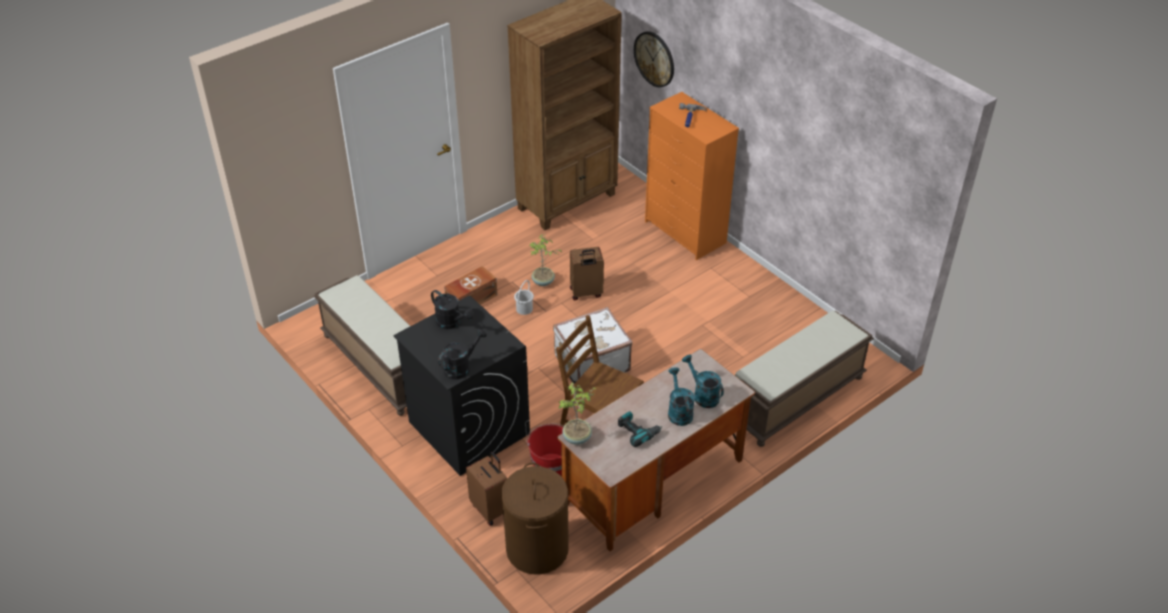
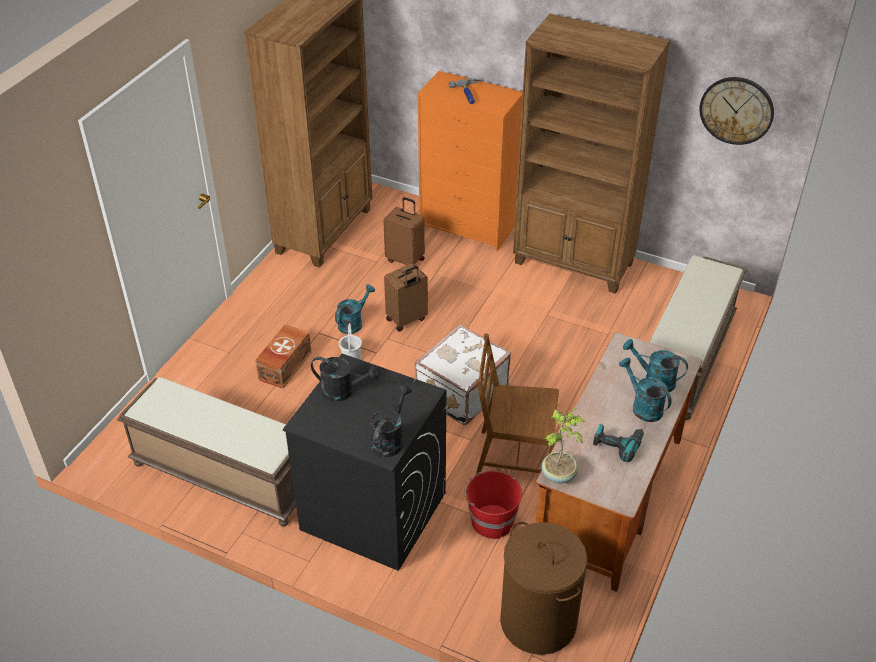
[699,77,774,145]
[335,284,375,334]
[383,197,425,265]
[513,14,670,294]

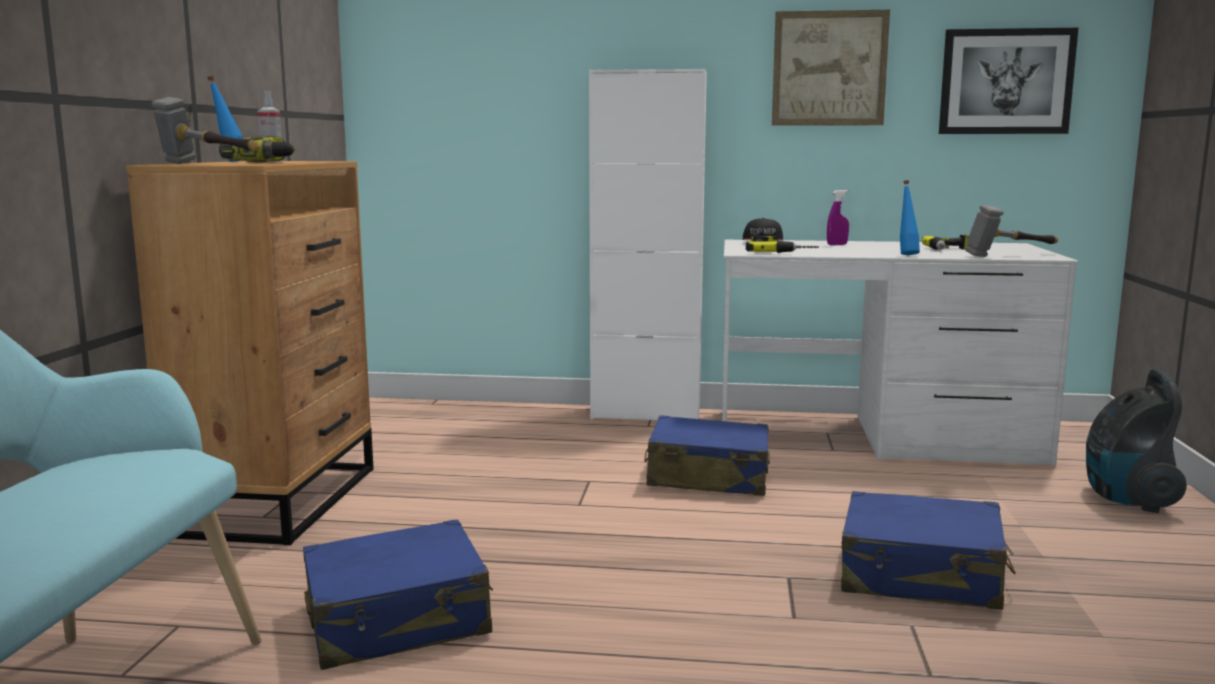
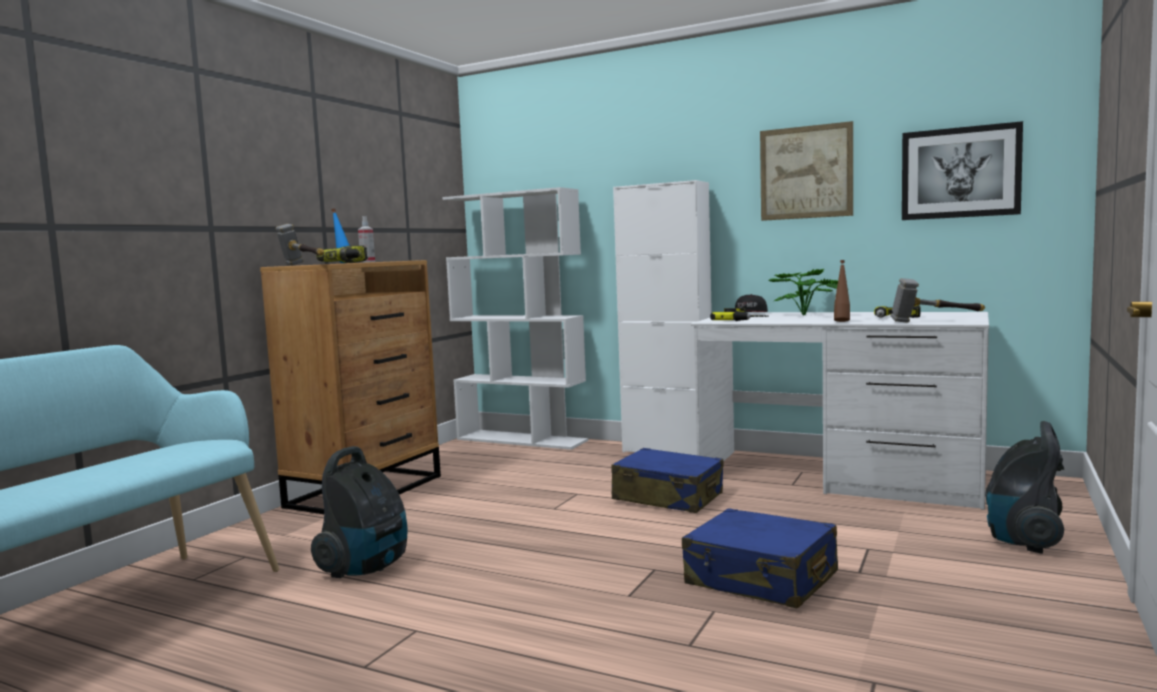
[834,260,850,322]
[769,269,838,315]
[311,446,408,578]
[442,187,588,450]

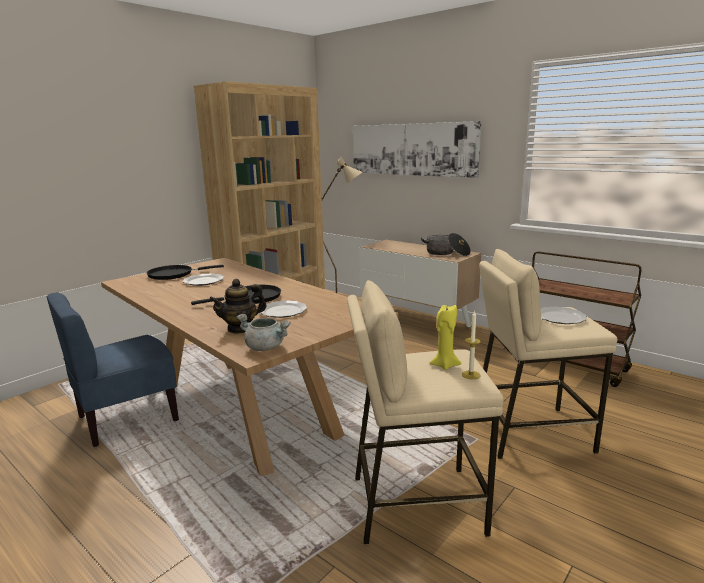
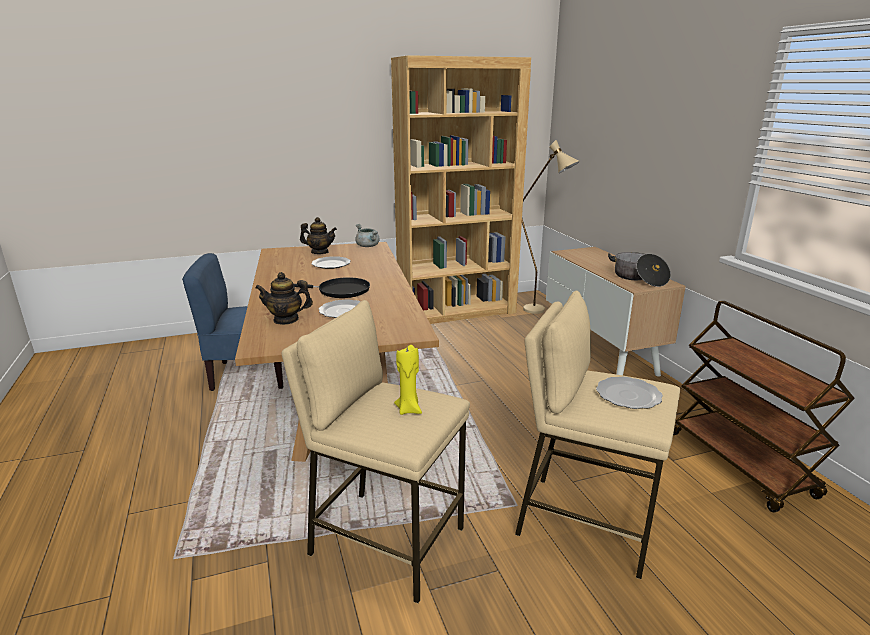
[353,121,482,178] (first image)
[300,217,337,254]
[462,310,481,379] (first image)
[355,224,379,247]

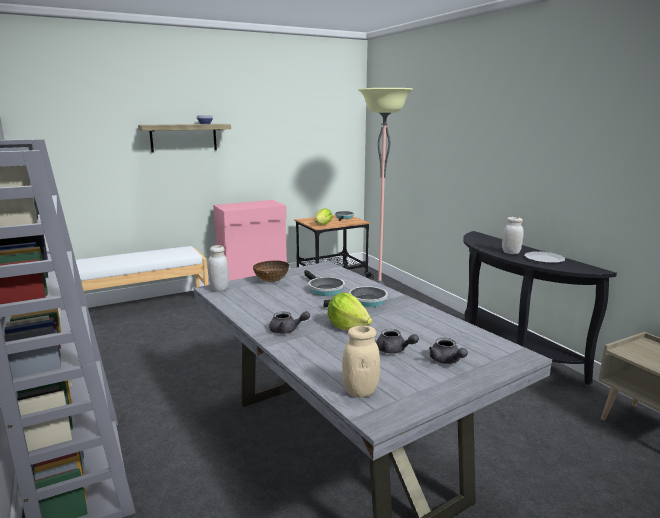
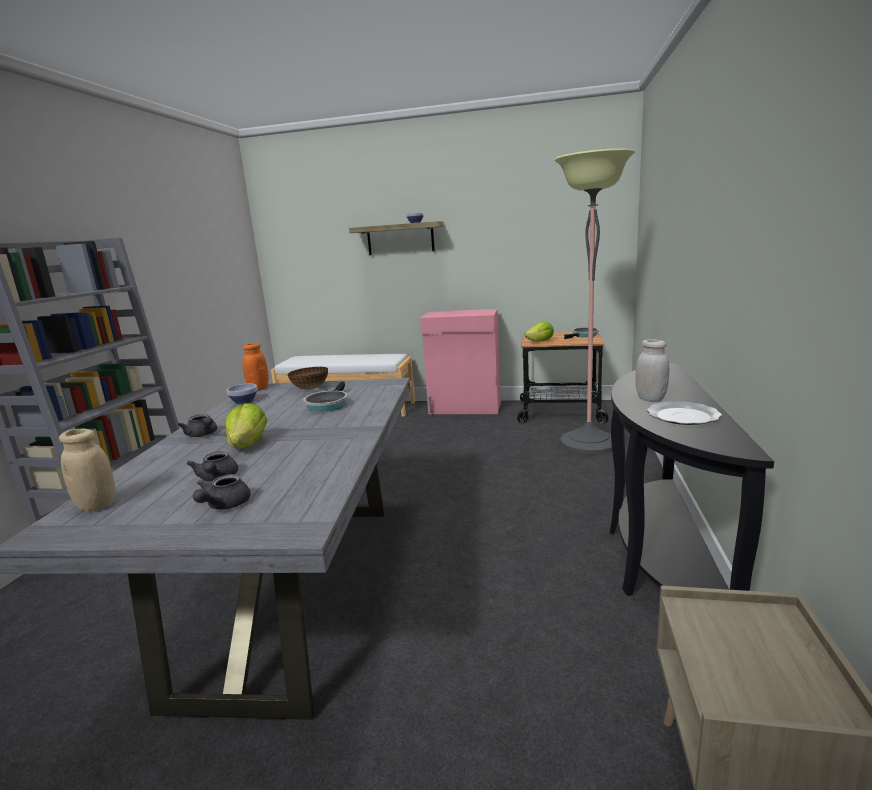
[242,343,269,391]
[324,286,388,308] (first image)
[227,384,257,404]

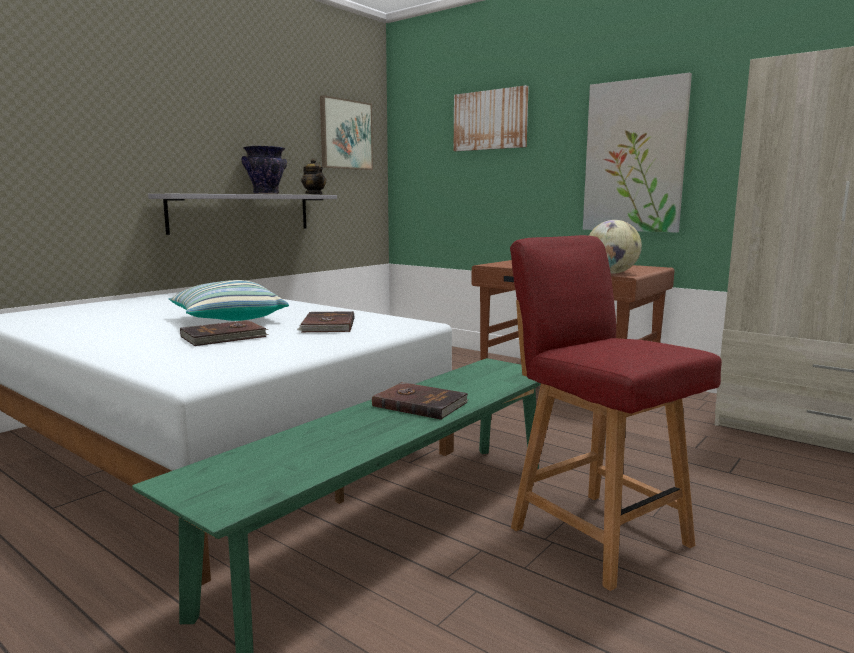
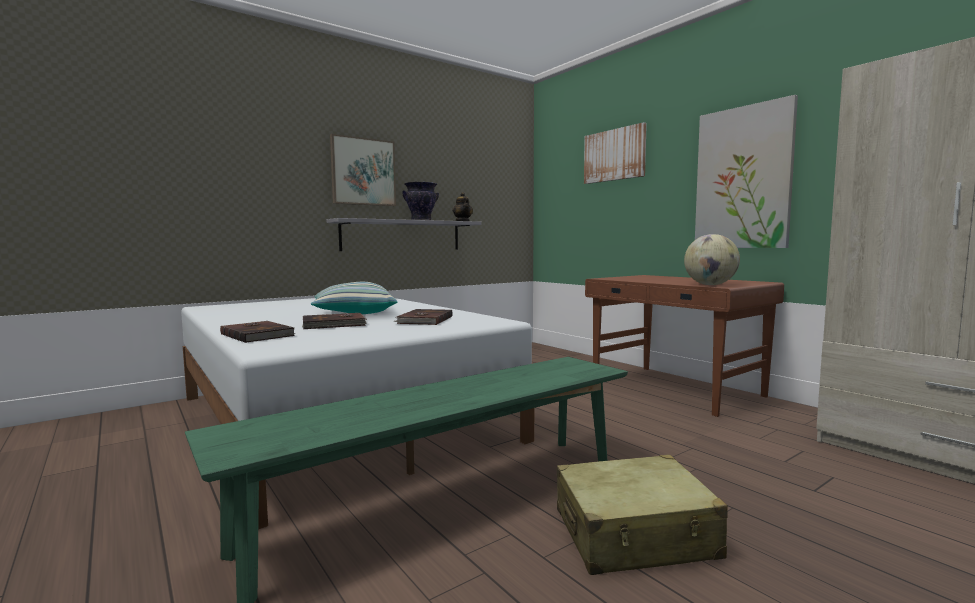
[330,134,396,206]
[557,455,728,575]
[220,321,295,343]

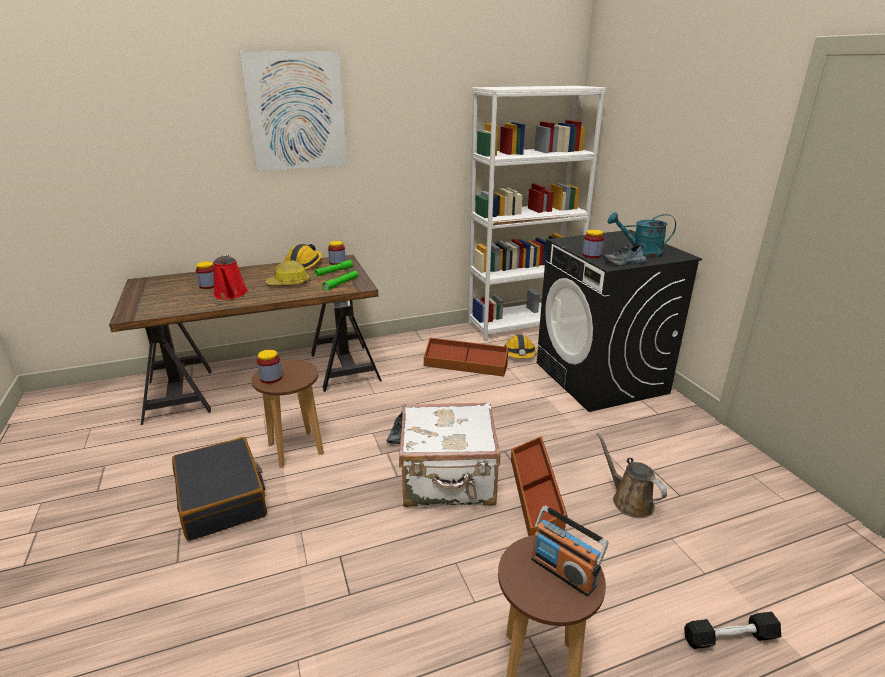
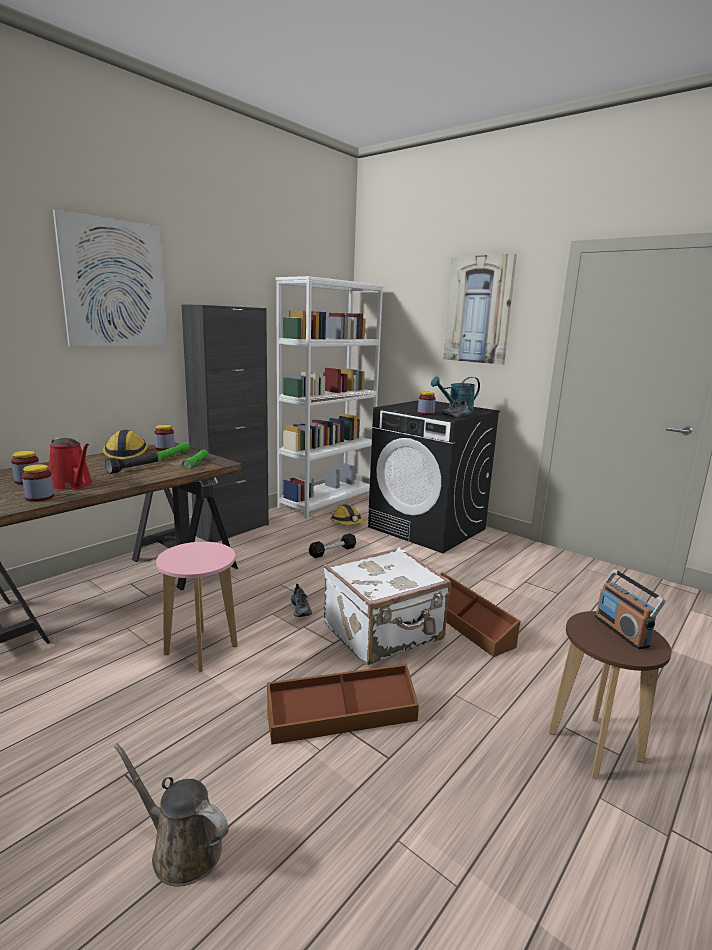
[105,453,158,474]
[267,664,419,745]
[22,464,54,502]
[156,542,238,672]
[114,743,229,886]
[172,437,267,541] (first image)
[595,569,666,649]
[308,533,356,558]
[443,254,517,365]
[181,304,269,542]

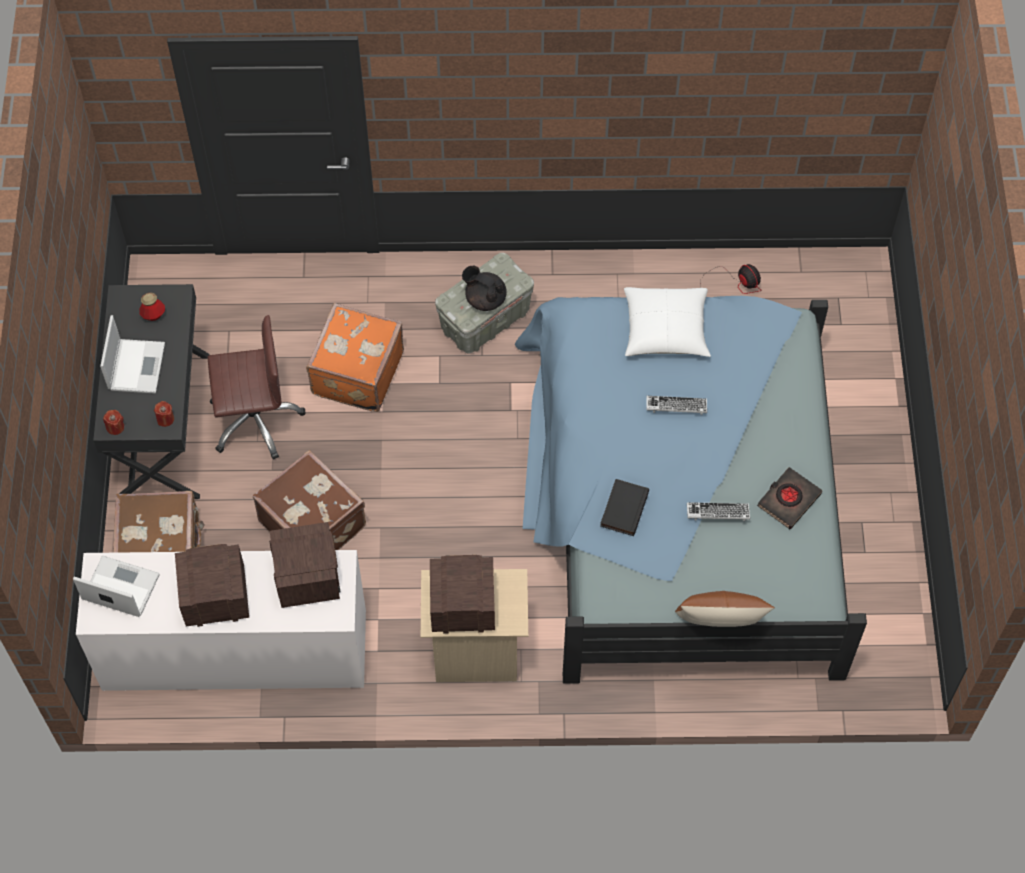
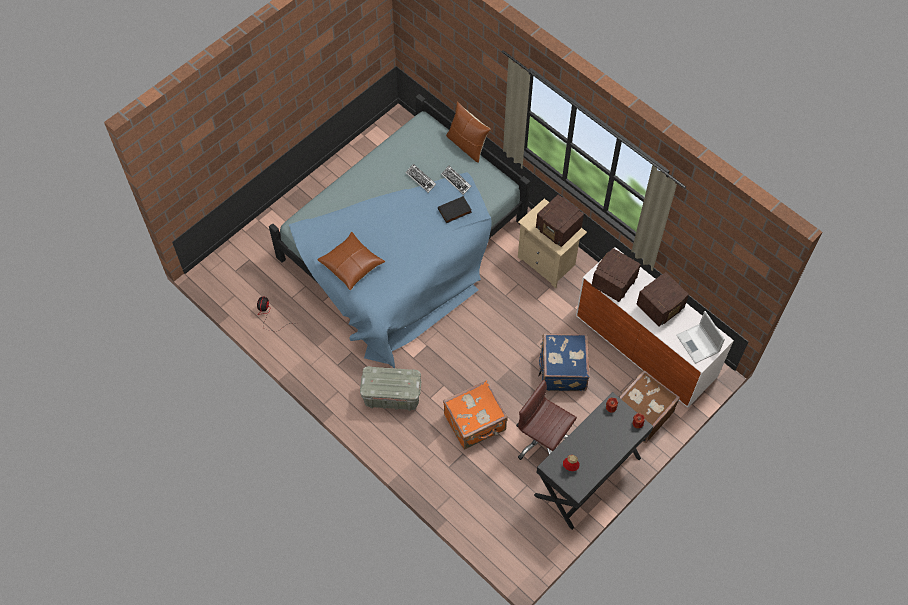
[462,266,507,311] (first image)
[317,232,385,290]
[100,315,165,393] (first image)
[441,166,472,195]
[538,333,589,391]
[757,467,822,529] (first image)
[637,272,689,327]

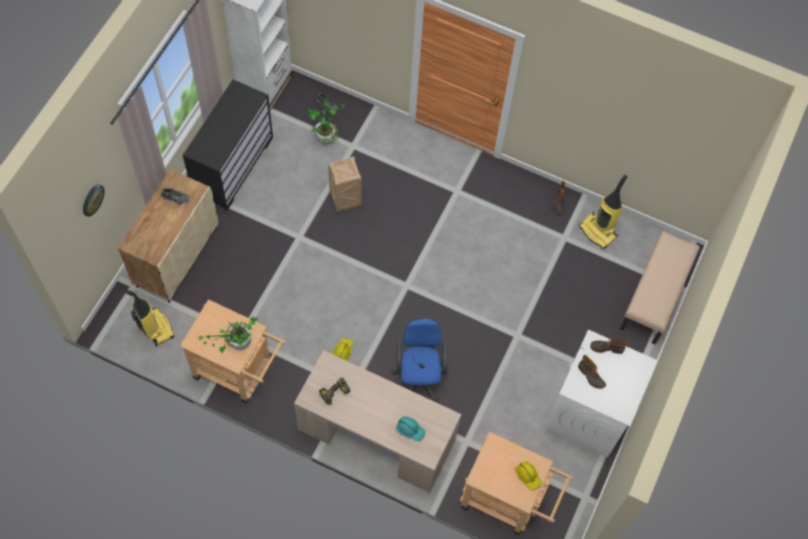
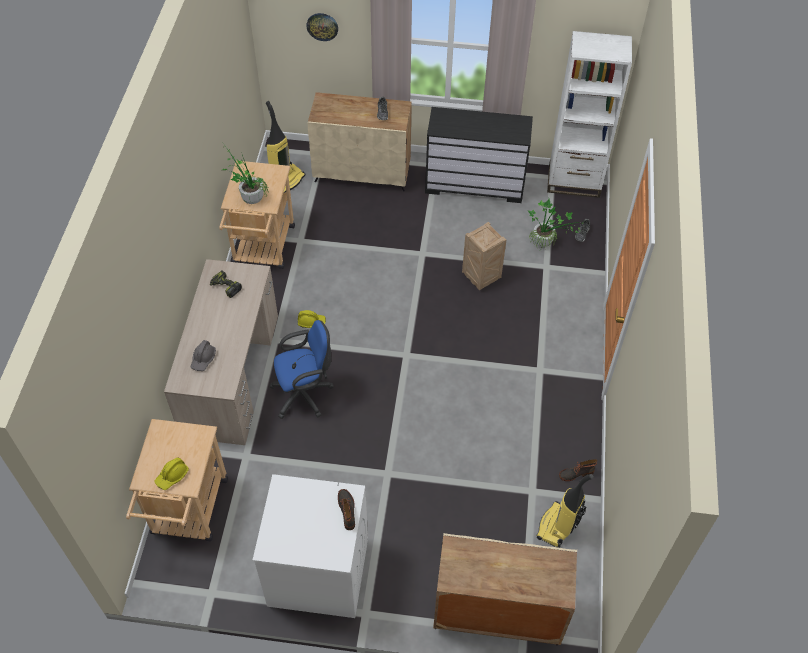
[433,533,577,645]
[578,355,606,389] (first image)
[191,340,216,371]

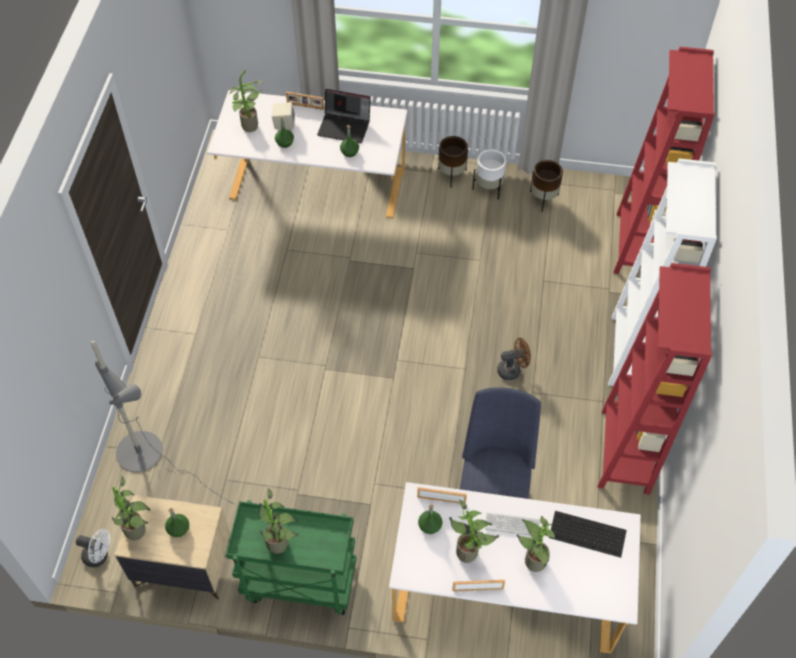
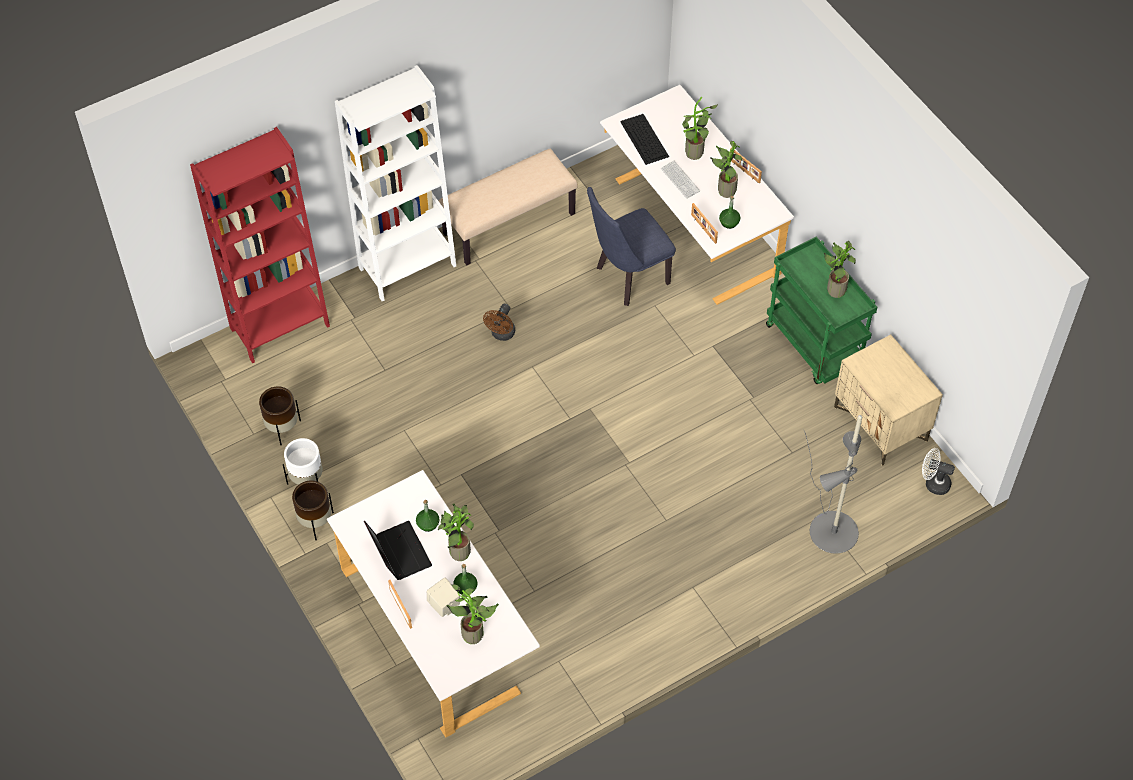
[439,149,578,265]
[483,304,515,341]
[438,504,474,561]
[165,508,189,537] (first image)
[922,448,955,495]

